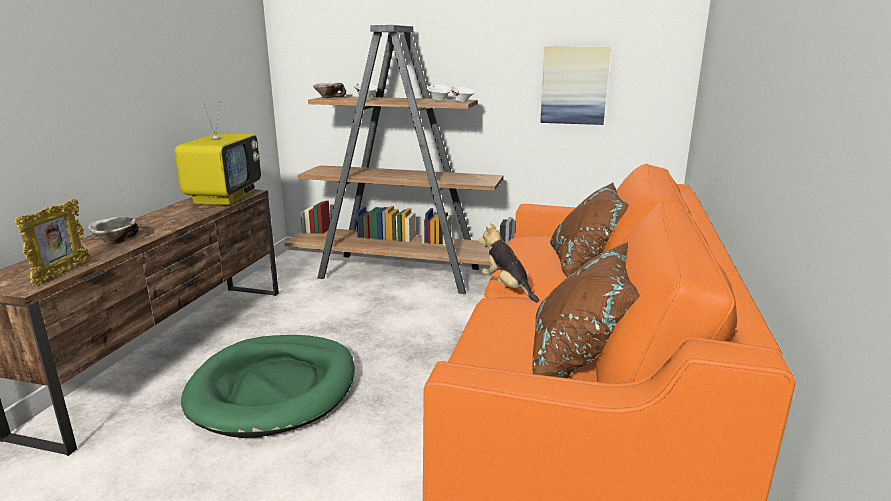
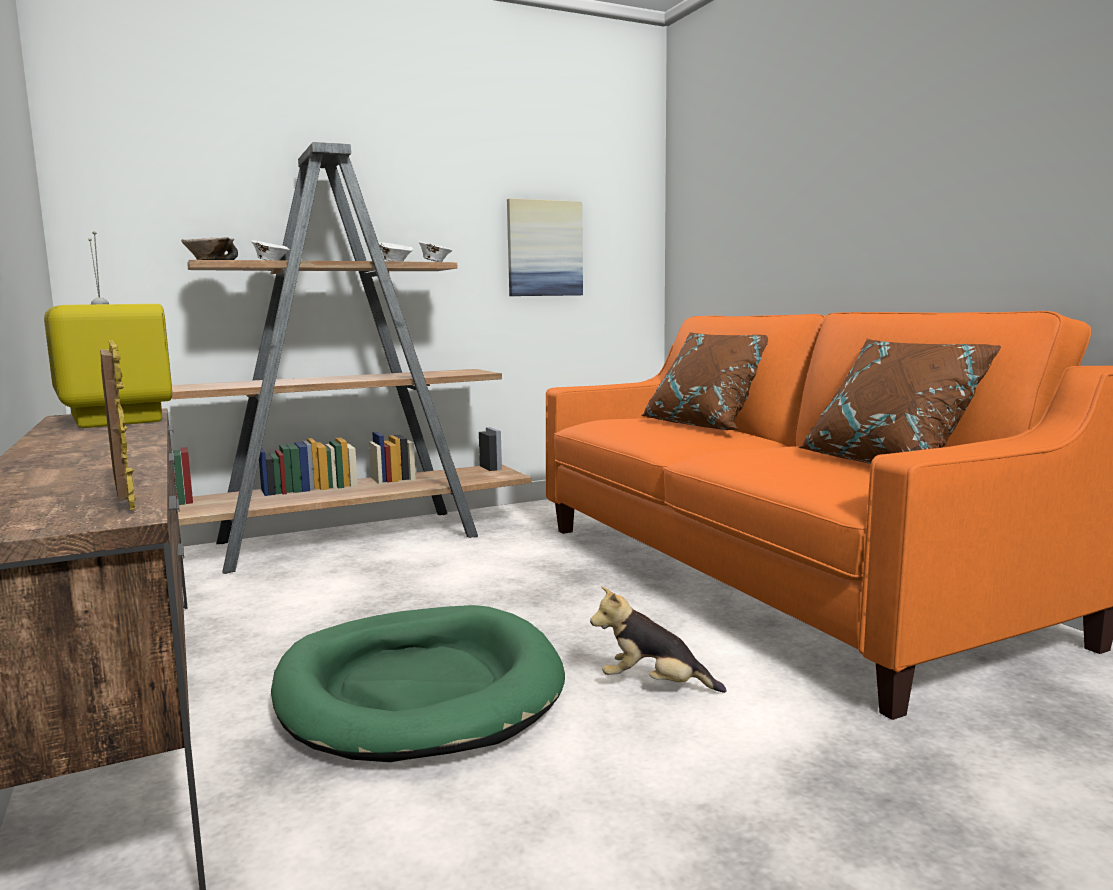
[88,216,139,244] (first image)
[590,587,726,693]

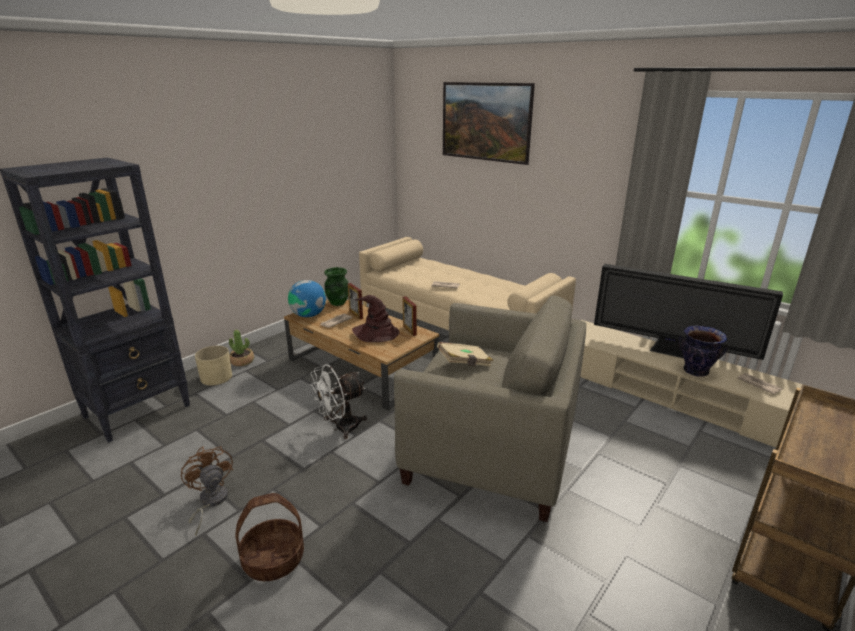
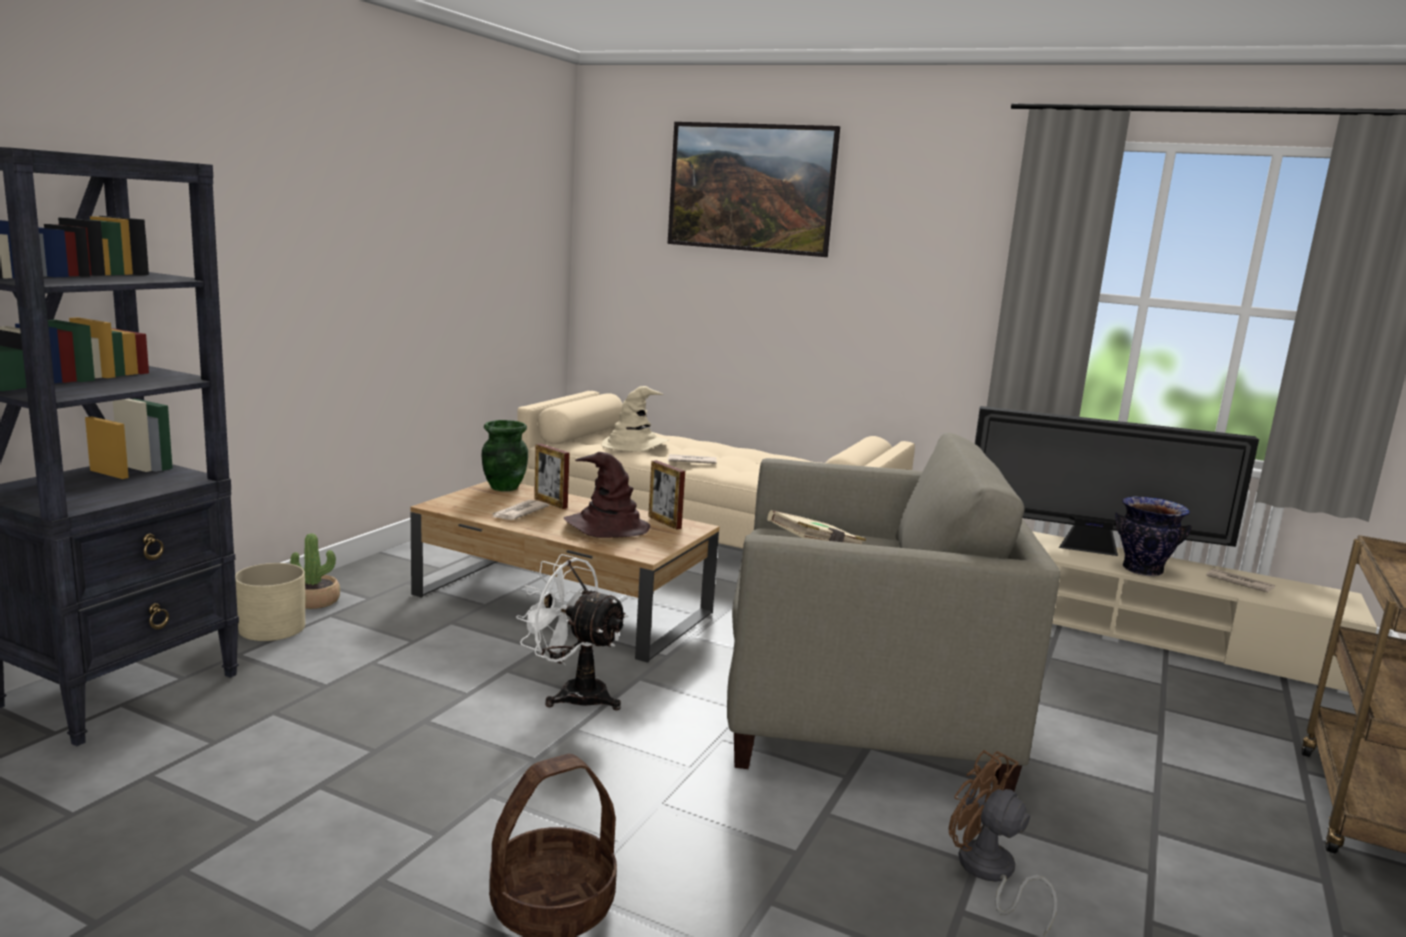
[288,280,326,317] (first image)
[516,554,629,710]
[949,750,1057,935]
[601,386,669,452]

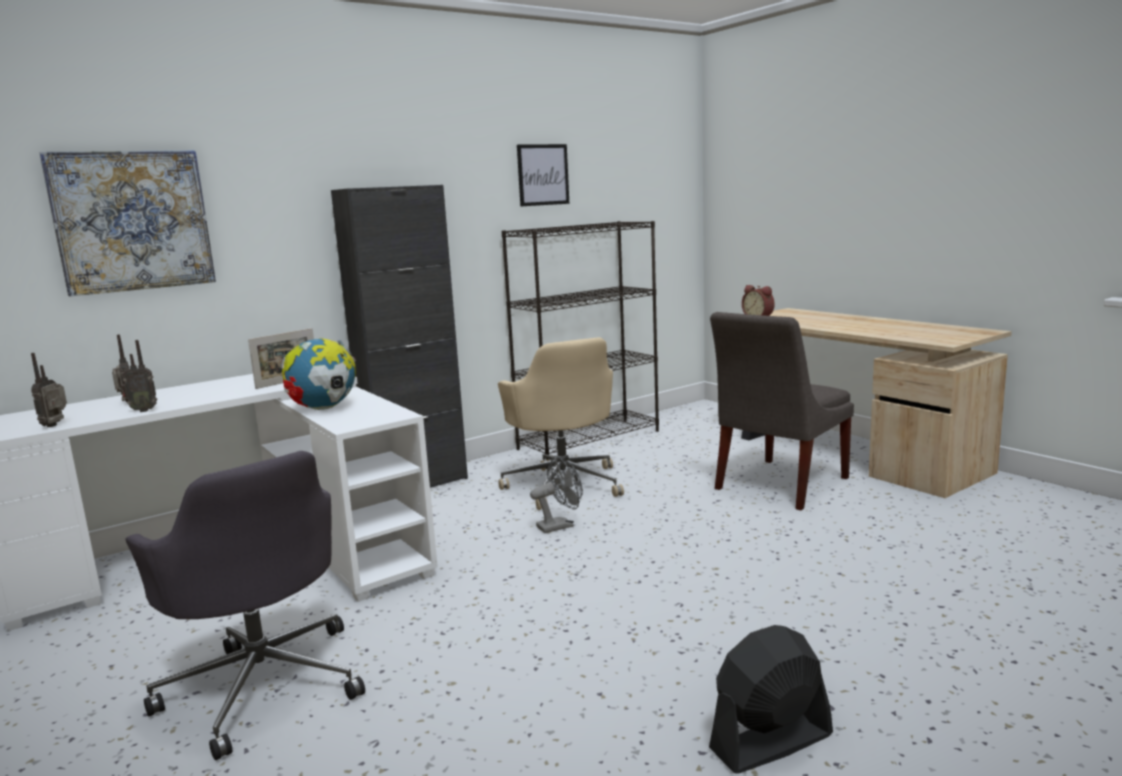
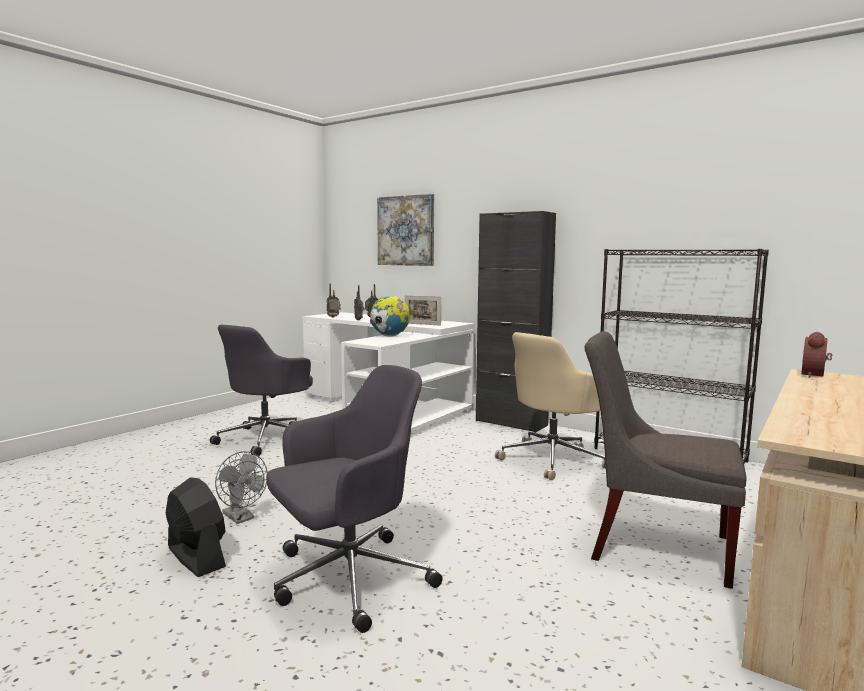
[517,144,569,206] (first image)
[215,451,268,524]
[266,365,443,633]

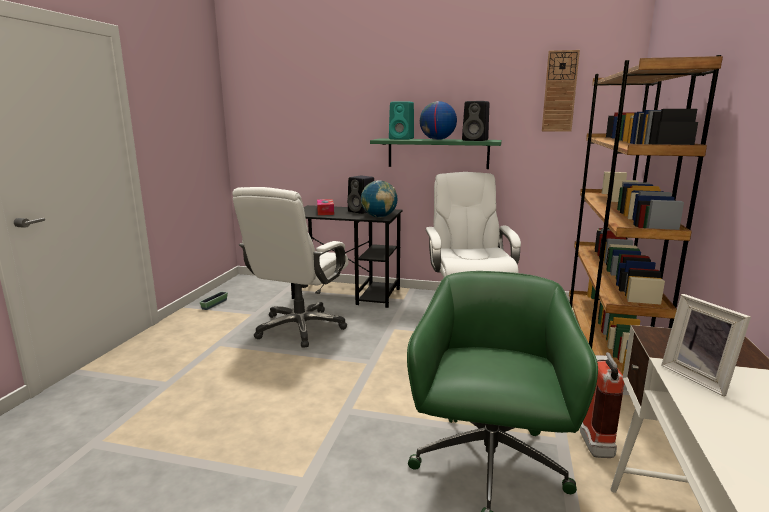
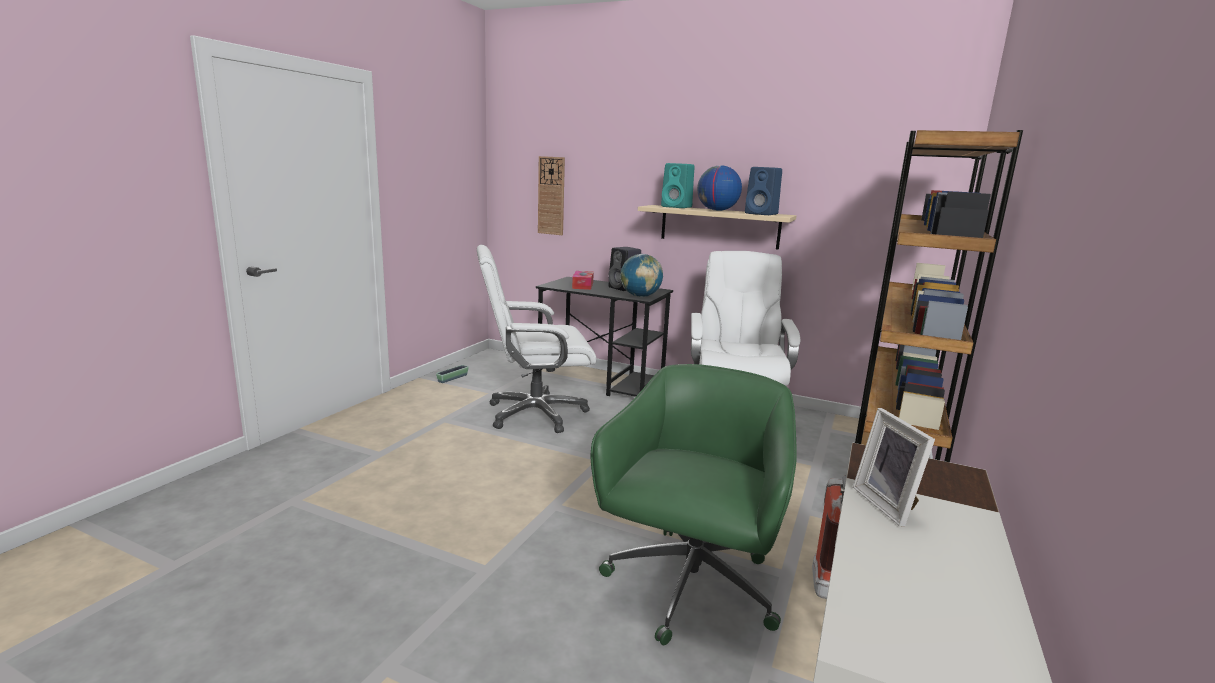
[538,156,565,235]
[745,167,782,215]
[638,205,796,250]
[477,245,597,433]

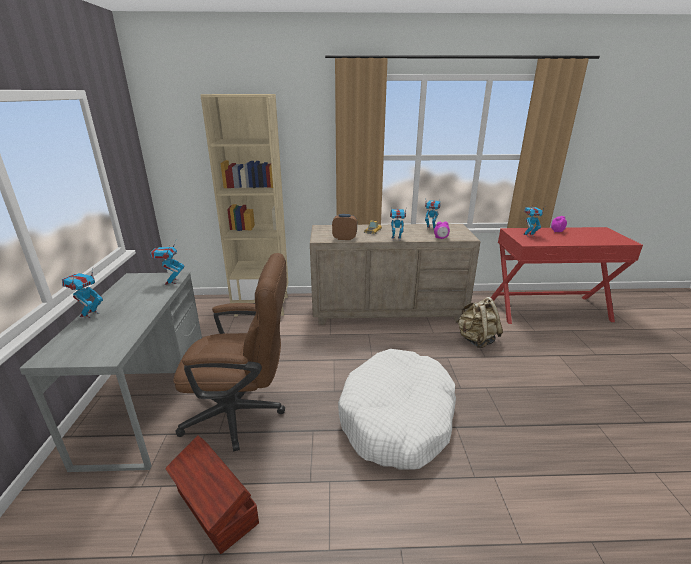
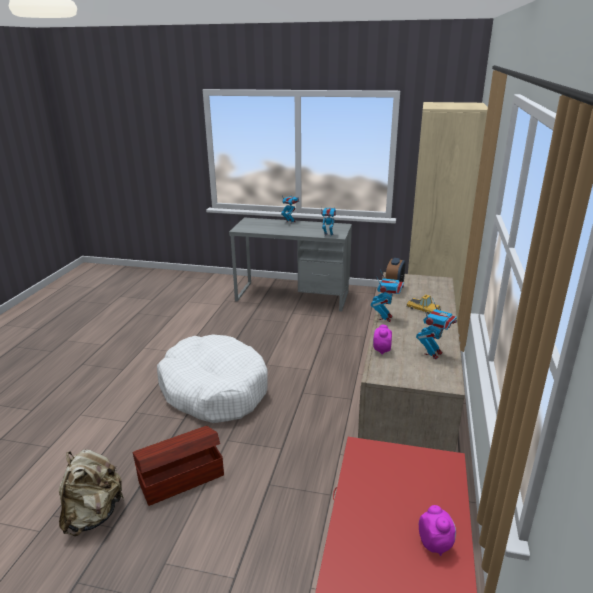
[523,205,546,237] (first image)
[173,253,287,451] (first image)
[59,449,124,536]
[133,426,224,506]

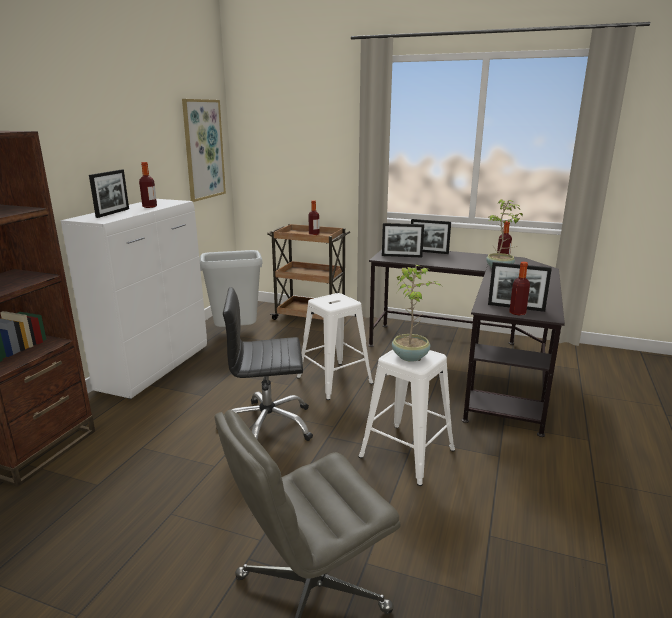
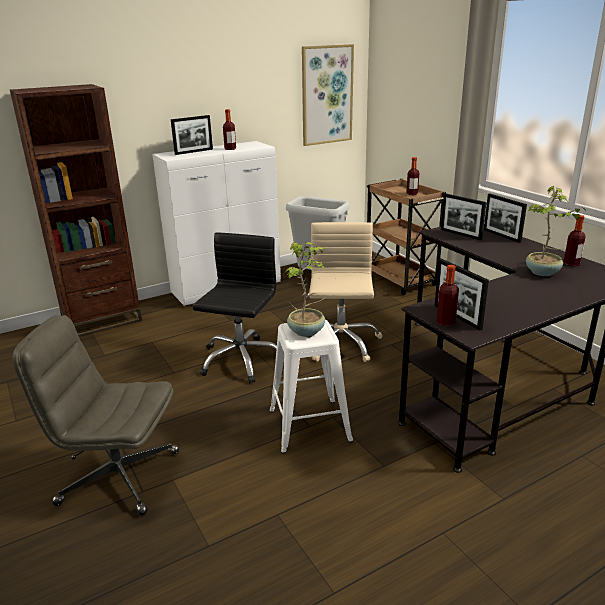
[193,232,277,383]
[308,222,383,362]

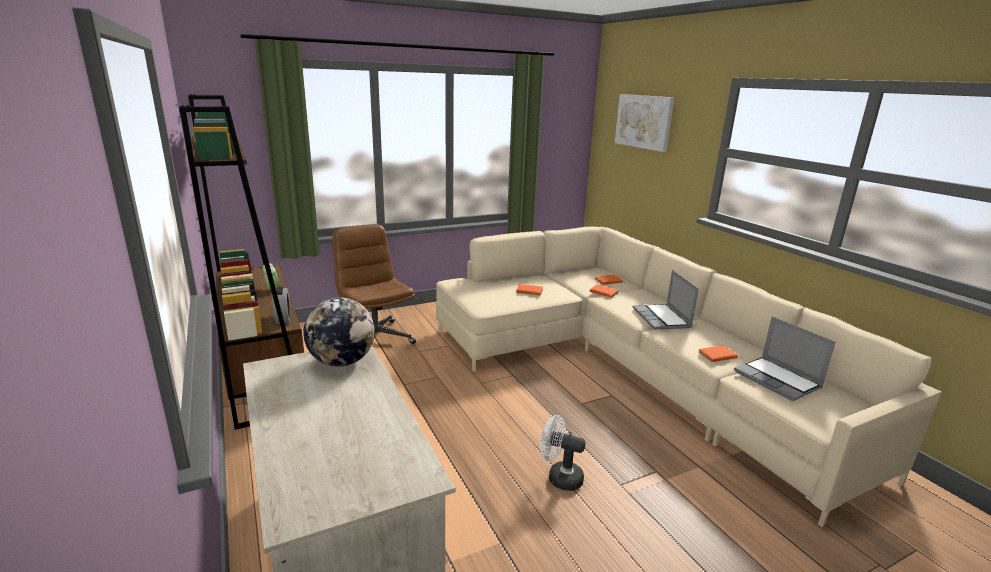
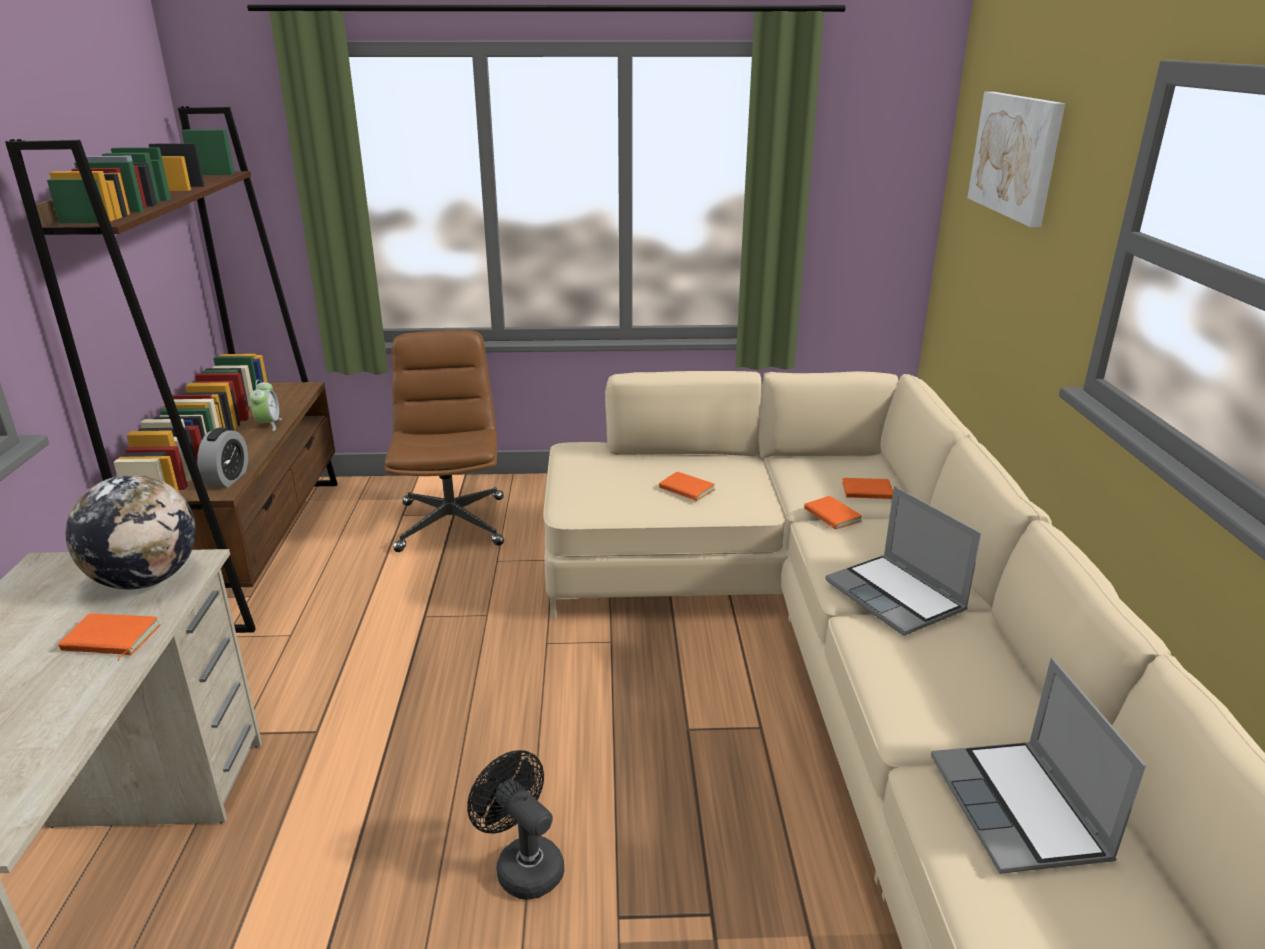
[826,486,981,636]
[58,613,161,661]
[468,750,564,900]

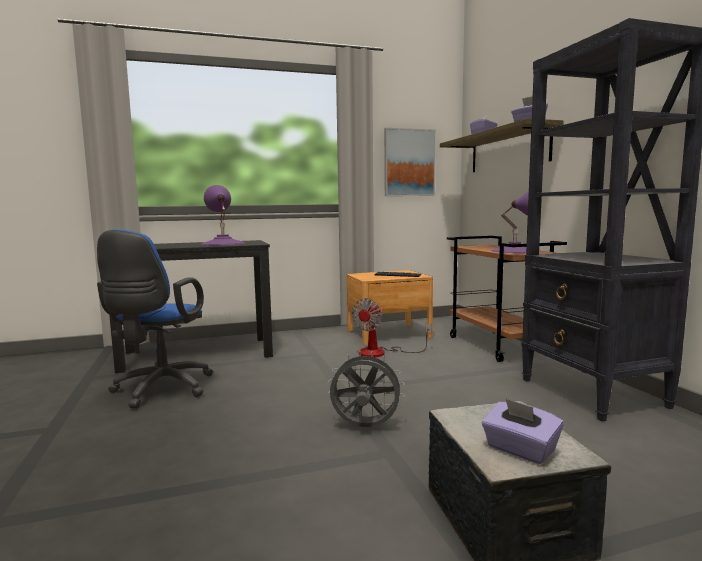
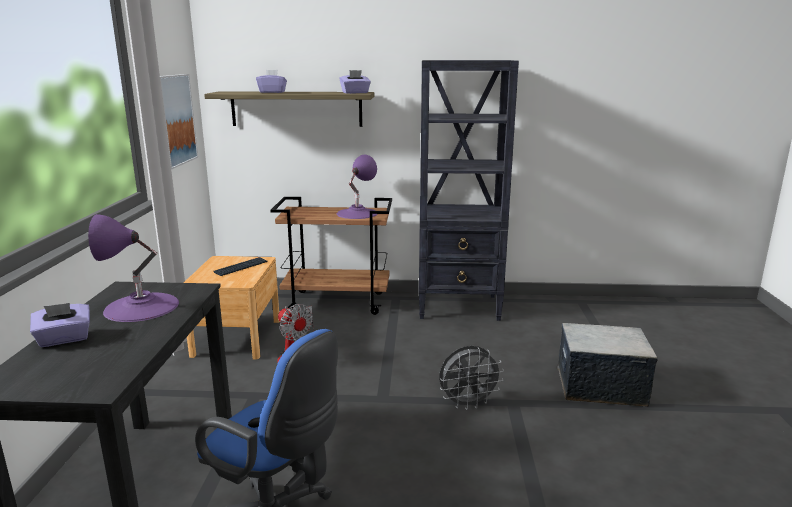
[439,346,504,410]
[30,303,90,347]

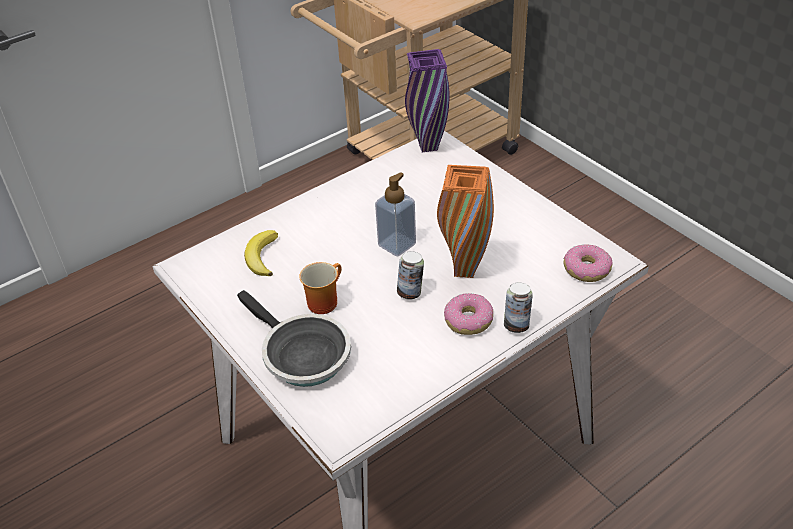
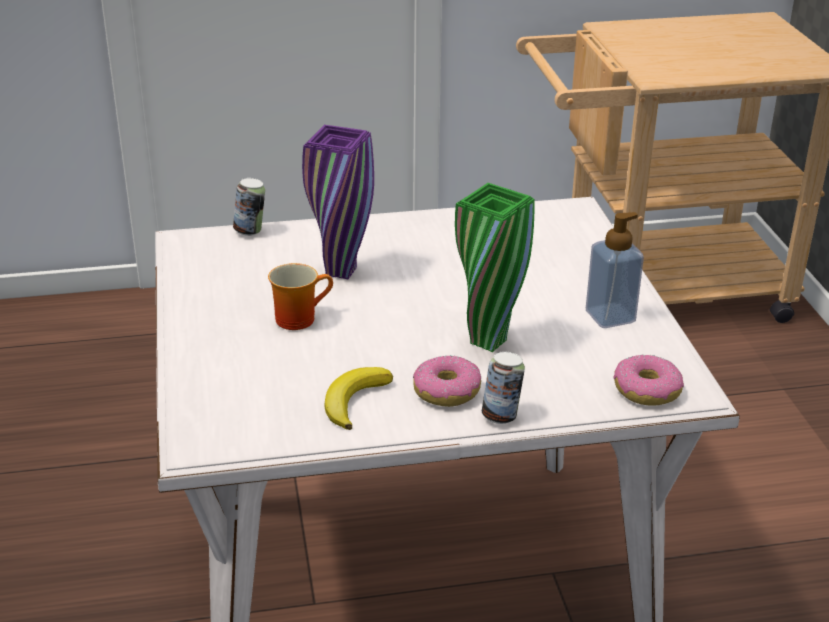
[302,125,374,279]
[455,183,535,352]
[586,212,644,328]
[324,367,393,430]
[233,178,265,236]
[237,290,351,387] (first image)

